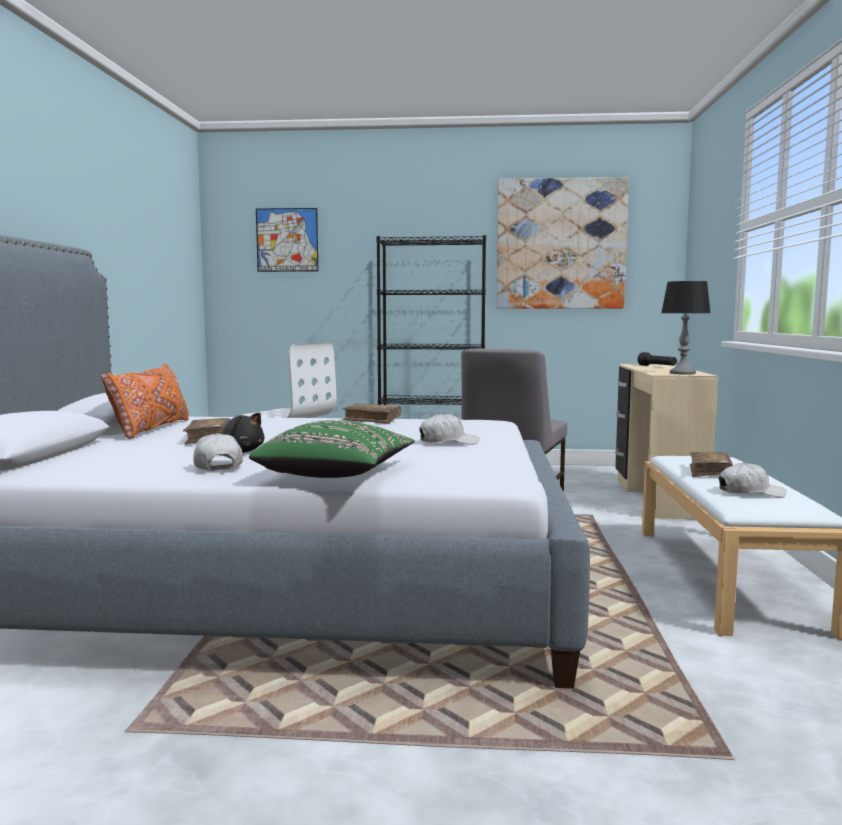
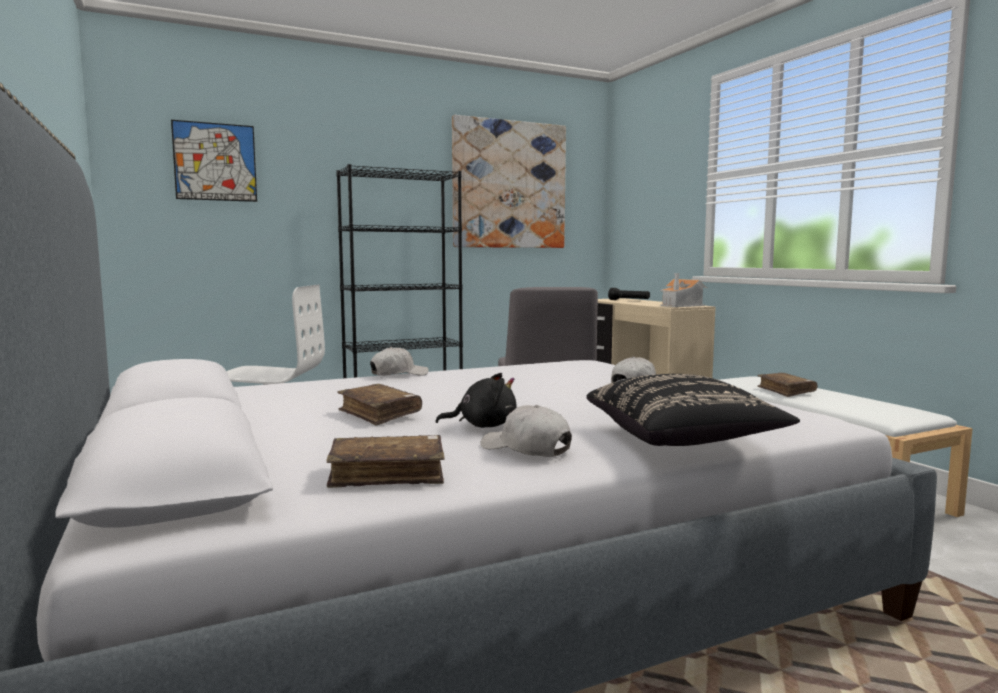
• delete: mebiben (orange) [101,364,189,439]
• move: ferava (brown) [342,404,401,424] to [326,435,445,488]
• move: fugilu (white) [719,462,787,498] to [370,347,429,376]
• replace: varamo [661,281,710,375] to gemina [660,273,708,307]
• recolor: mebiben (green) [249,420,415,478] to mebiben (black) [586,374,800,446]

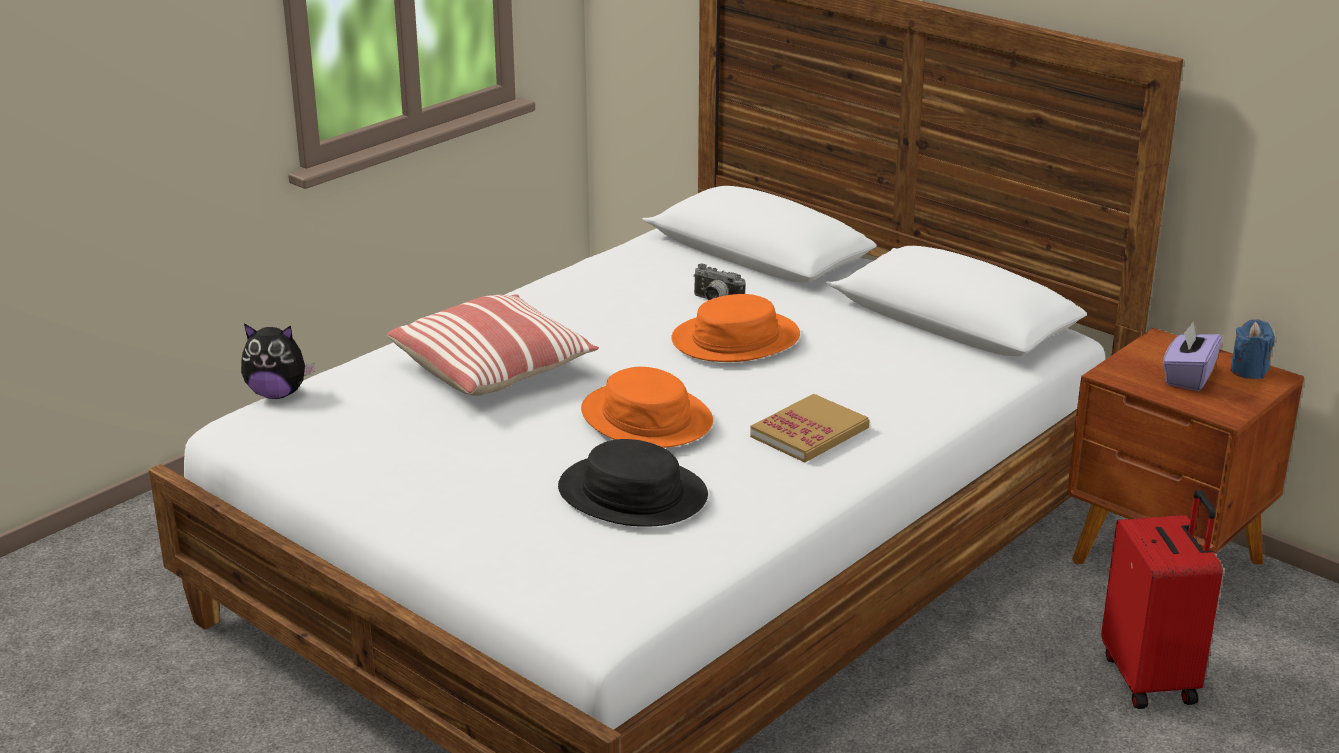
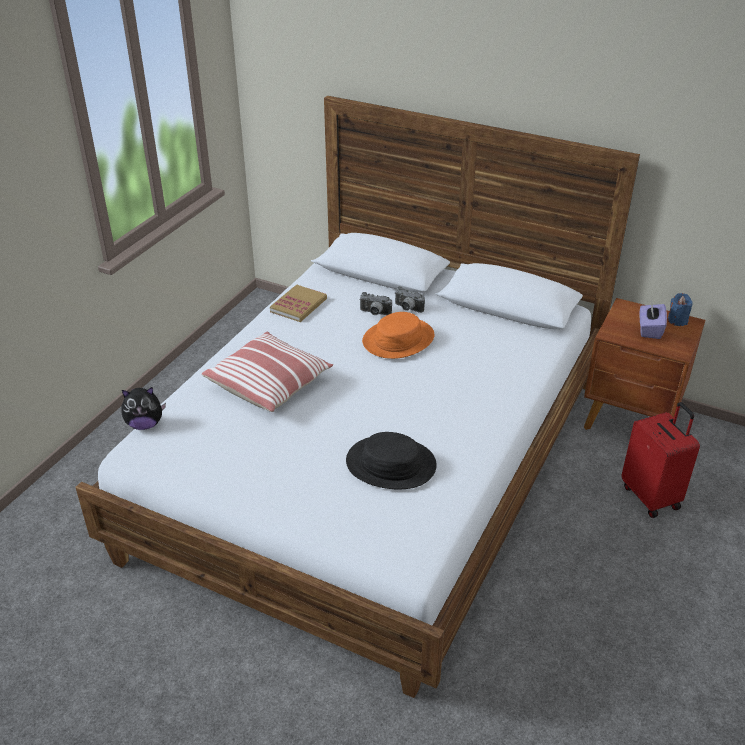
• delete: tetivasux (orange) [581,367,713,448]
• insert: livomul [394,286,425,313]
• move: ferava [750,394,869,463] to [270,285,327,322]

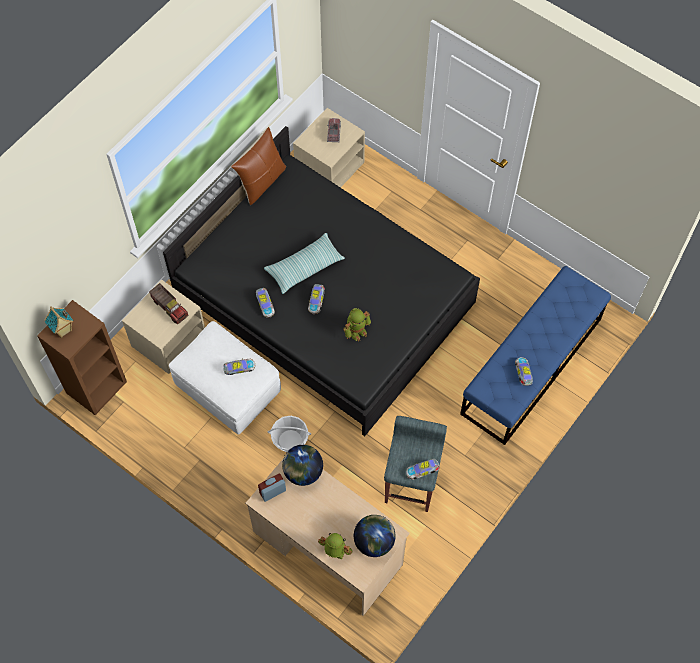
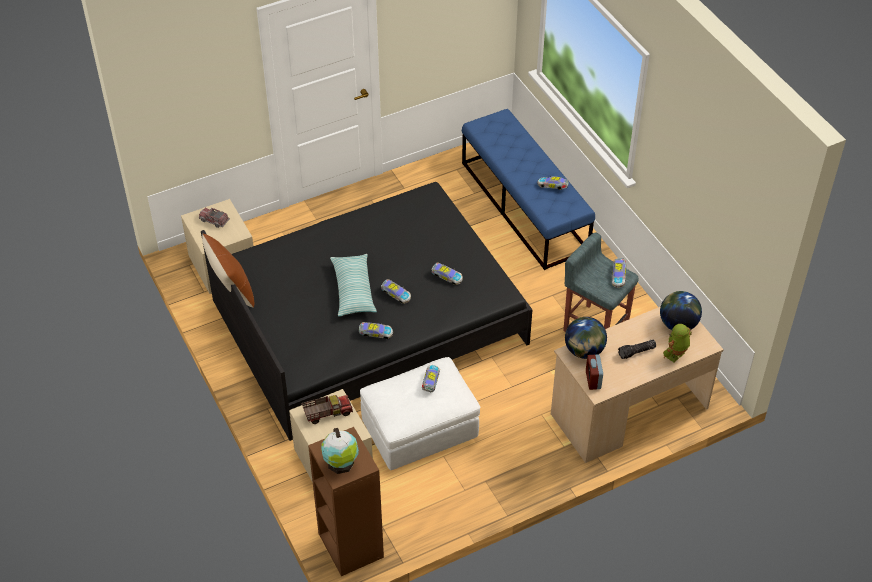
• delete: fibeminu [268,416,311,452]
• insert: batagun [618,340,656,359]
• replace: gemina [45,306,74,338] to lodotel [321,428,359,474]
• replace: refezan [343,308,371,341] to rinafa [431,263,463,285]

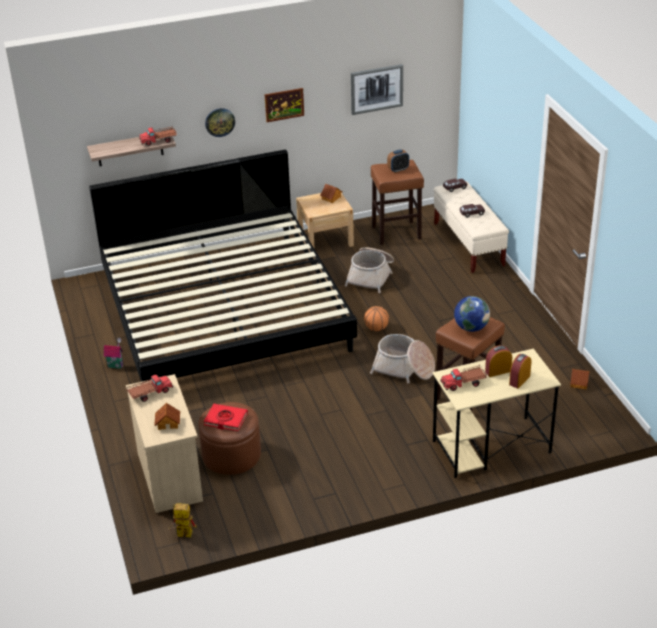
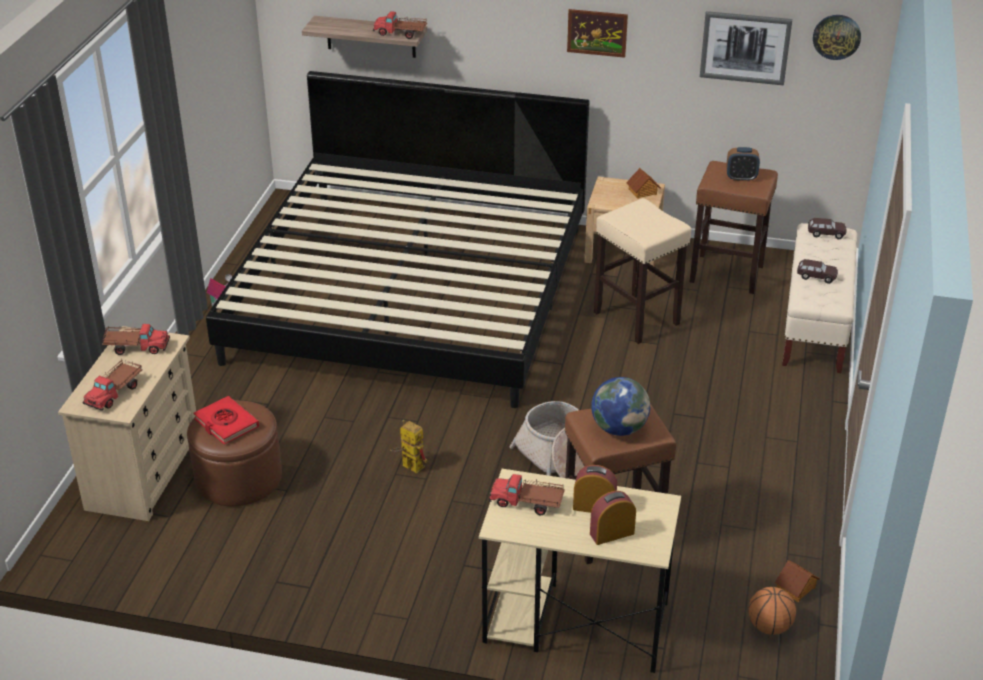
• move: refezan [168,503,197,538] to [390,420,428,474]
• move: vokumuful [205,108,235,137] to [813,15,861,60]
• move: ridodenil [364,306,389,331] to [748,587,796,635]
• replace: gemina [154,402,180,430] to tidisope [82,359,142,411]
• replace: fibeminu [345,247,394,293] to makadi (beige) [594,198,691,344]

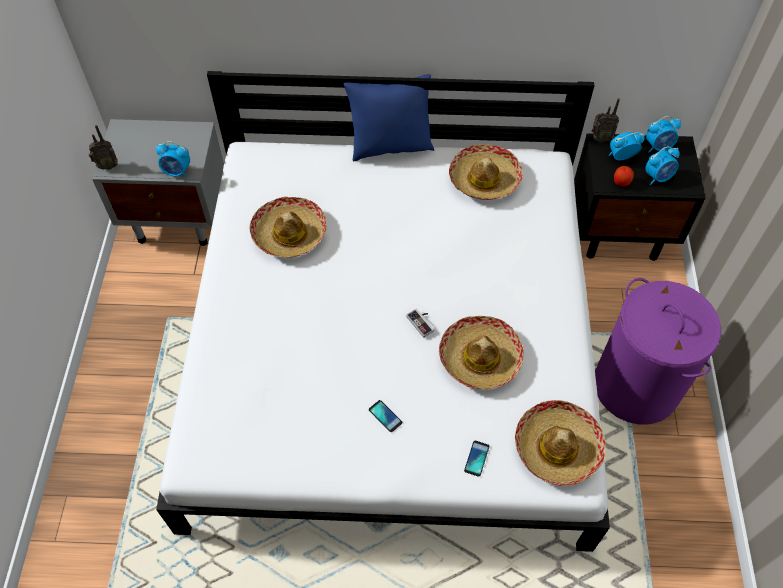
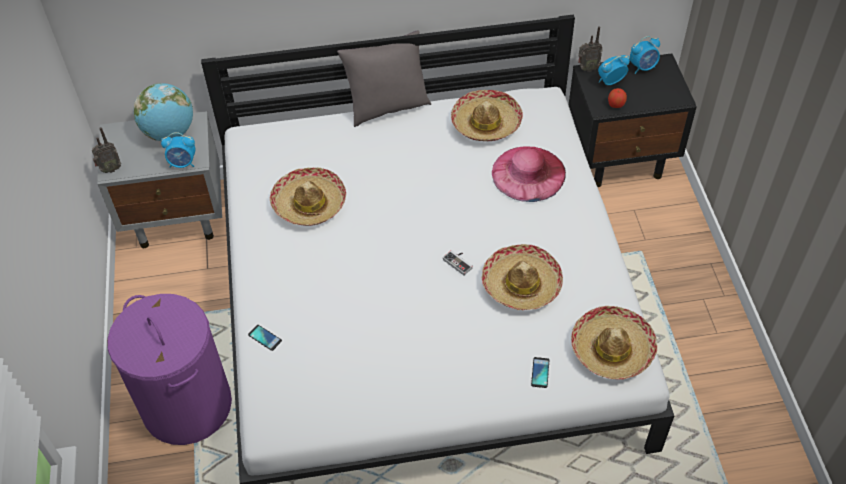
• delete: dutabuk [645,147,680,185]
• insert: lodotel [134,83,193,141]
• insert: tetivasux (pink) [492,146,566,202]
• move: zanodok [369,400,402,432] to [248,325,282,351]
• move: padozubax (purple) [595,278,721,425] to [107,294,232,445]
• recolor: mebiben (blue) [343,74,434,161] to mebiben (grey) [337,30,431,127]

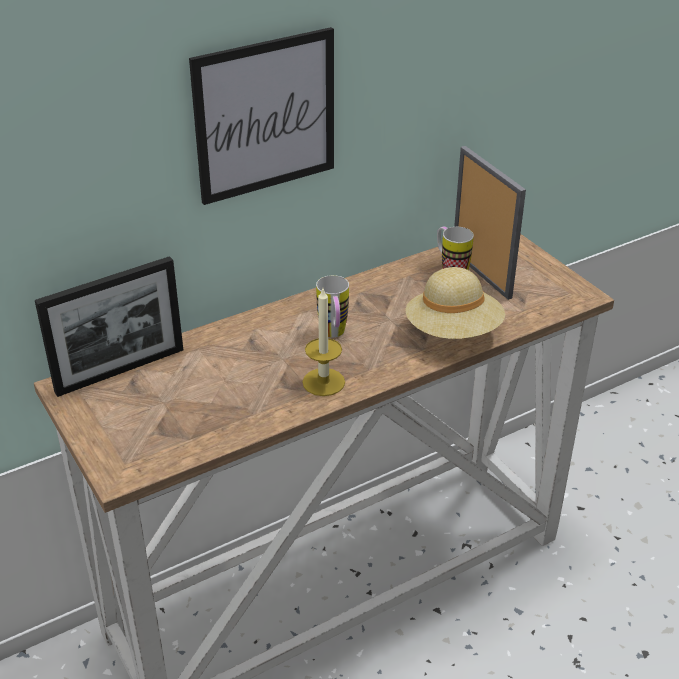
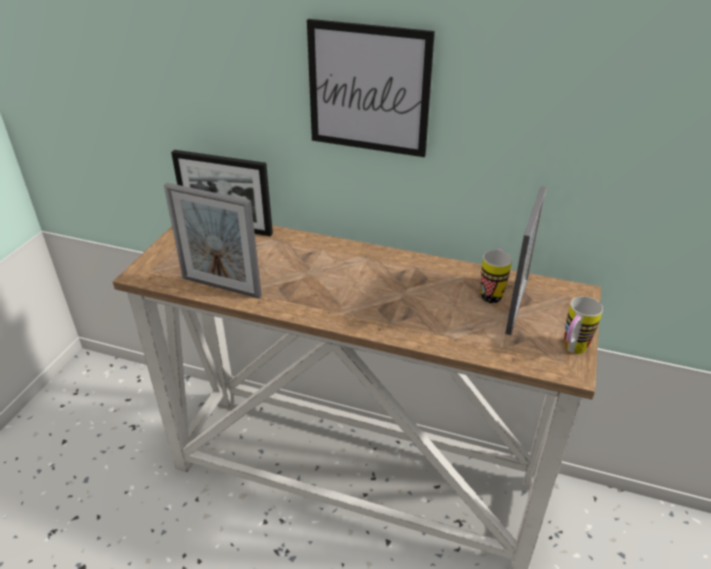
• delete: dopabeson [302,289,345,396]
• delete: tetivasux (beige) [405,267,505,339]
• insert: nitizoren [164,183,262,298]
• move: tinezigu [316,275,349,338] to [564,296,603,354]

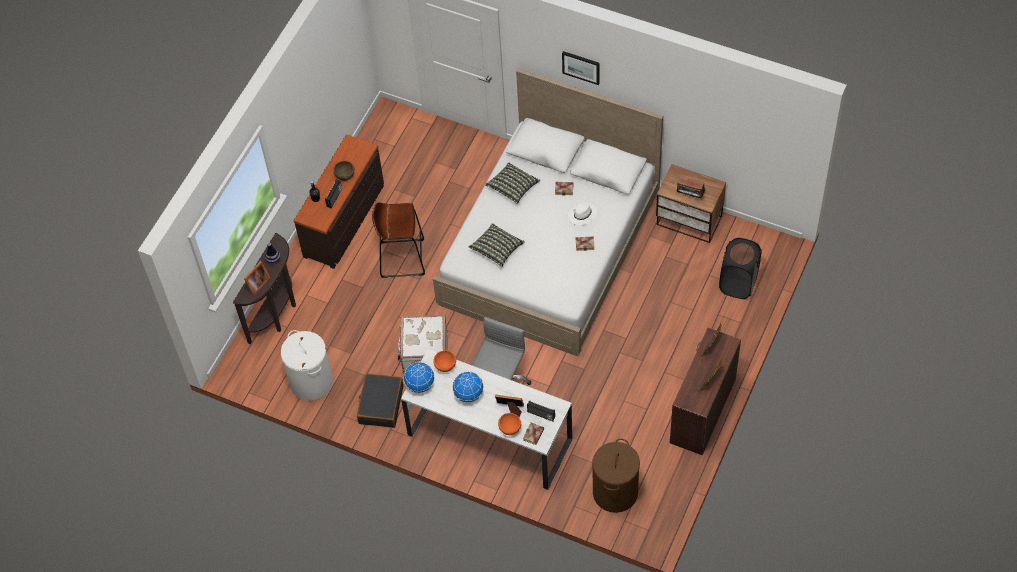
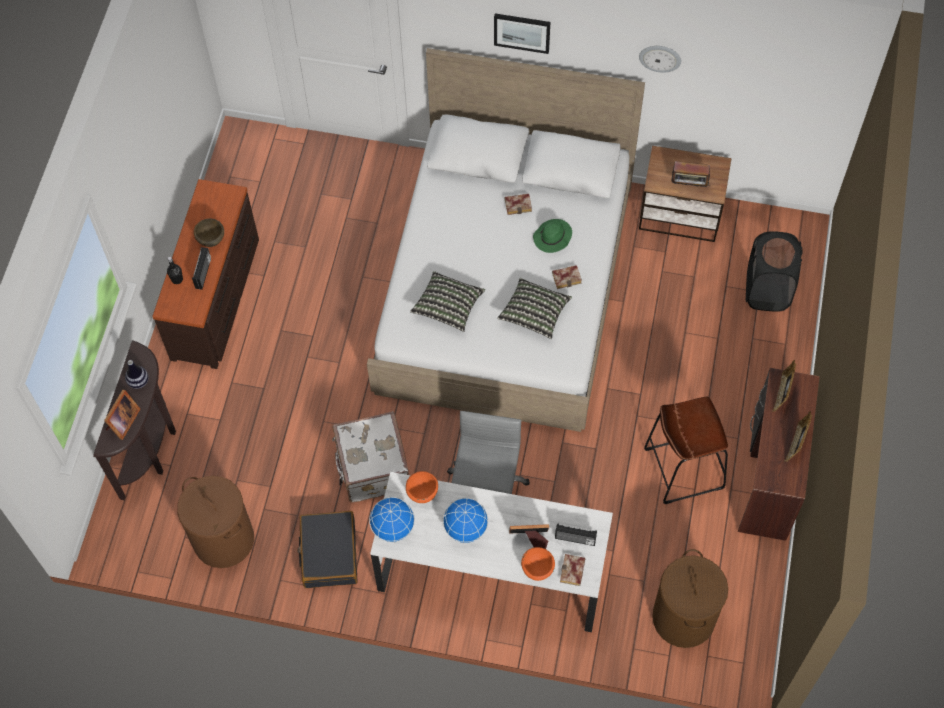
• insert: vokumuful [639,46,681,73]
• move: makadi (brown) [372,202,425,278] to [644,397,728,504]
• move: mebiben [485,162,540,204] to [497,278,572,339]
• recolor: padozubax (white) [281,330,333,401] to padozubax (brown) [177,476,254,568]
• recolor: tetivasux (white) [568,203,597,225] to tetivasux (green) [533,219,572,253]

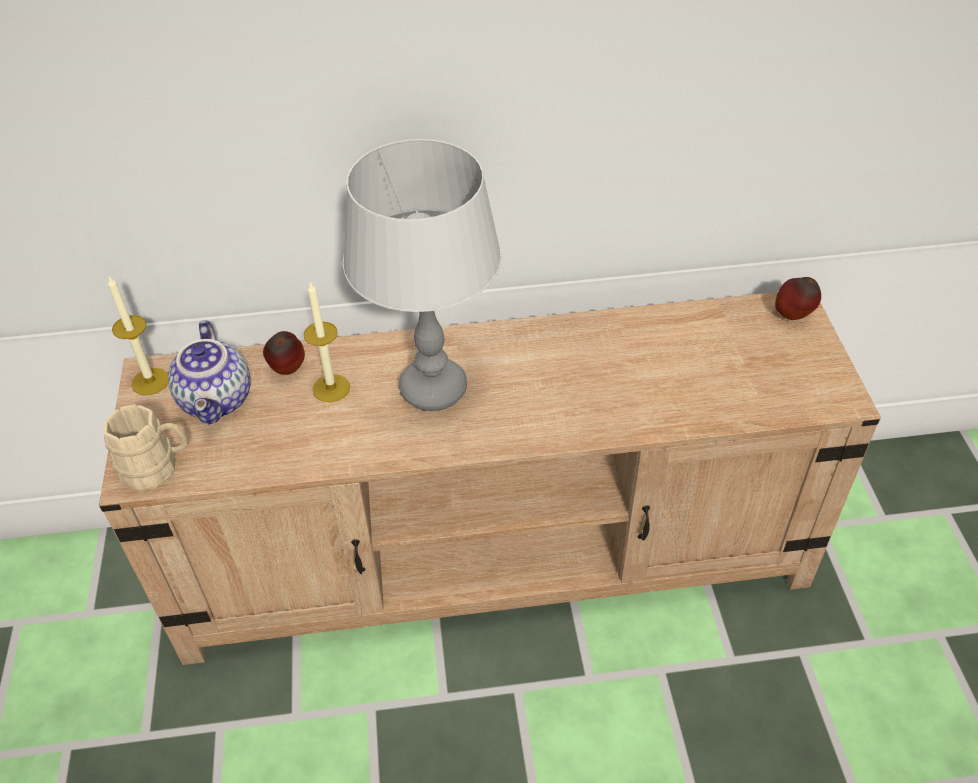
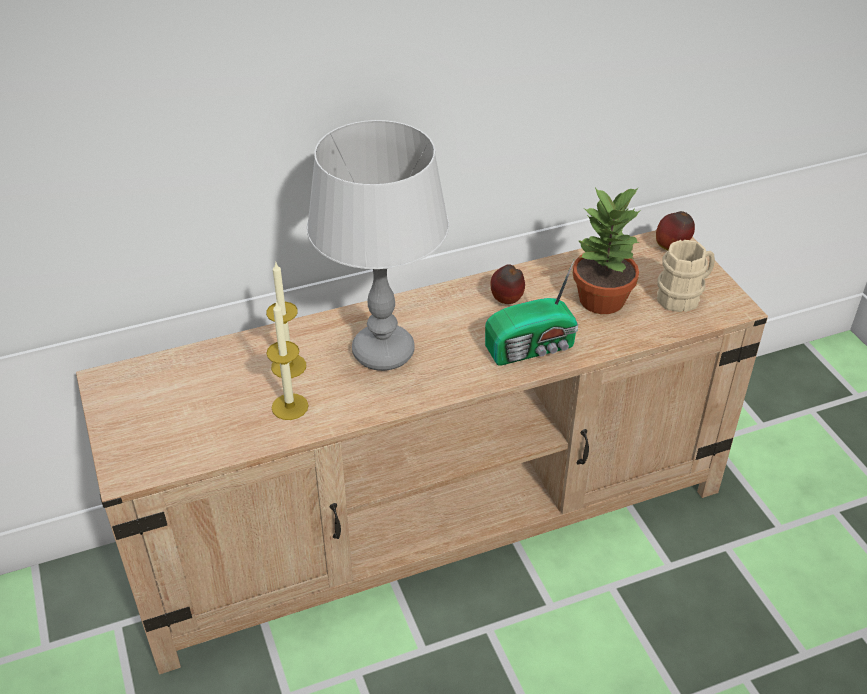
• delete: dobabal [168,320,250,425]
• insert: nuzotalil [485,259,578,366]
• insert: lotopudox [573,187,641,314]
• move: tinezigu (beige) [104,404,188,491] to [657,240,715,312]
• move: dopabeson [108,276,168,395] to [266,301,309,420]
• move: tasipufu [263,331,305,375] to [491,264,525,304]

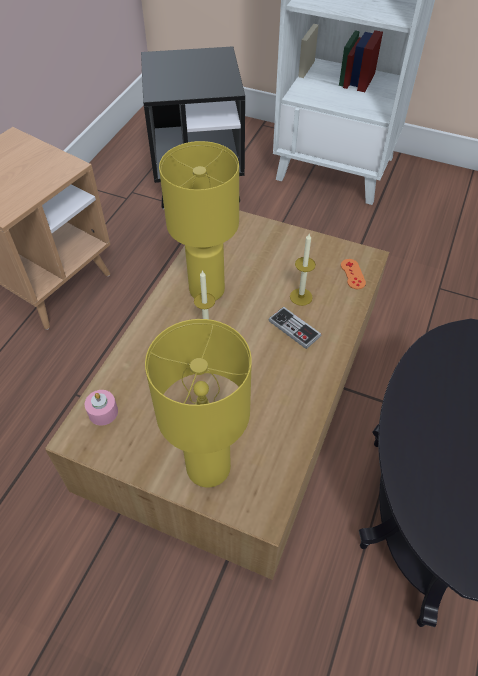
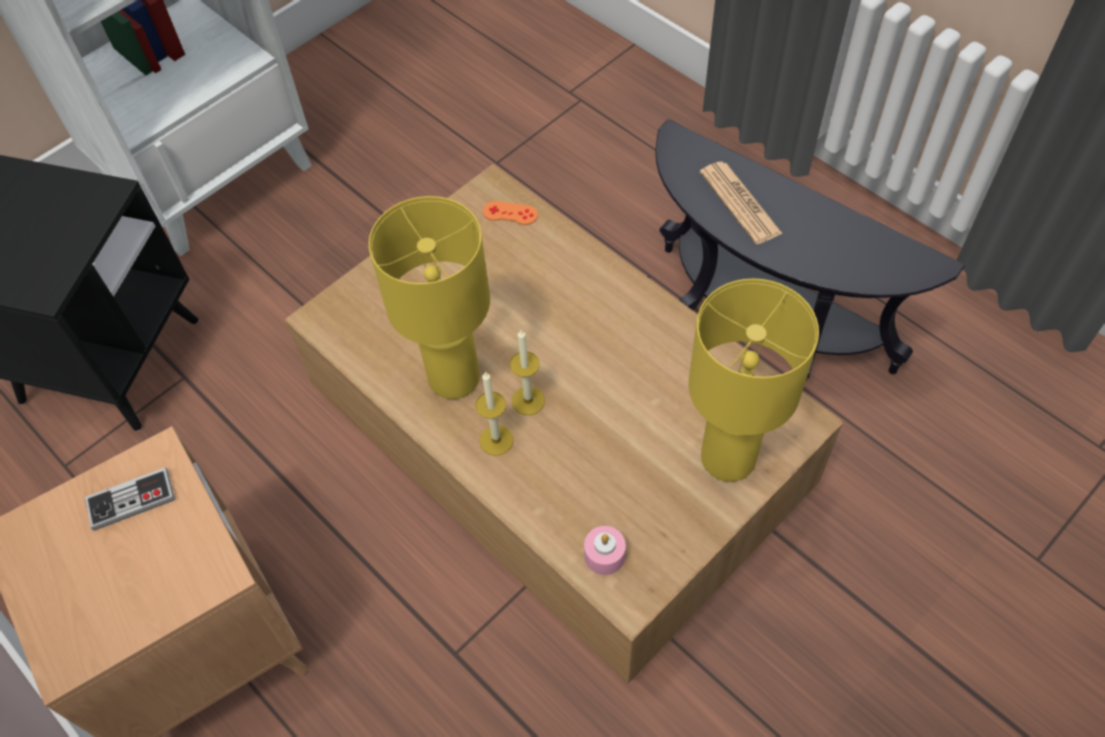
• insert: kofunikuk [700,162,783,244]
• move: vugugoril [269,307,321,349] to [85,468,175,531]
• move: dopabeson [290,234,316,306] to [475,371,514,456]

